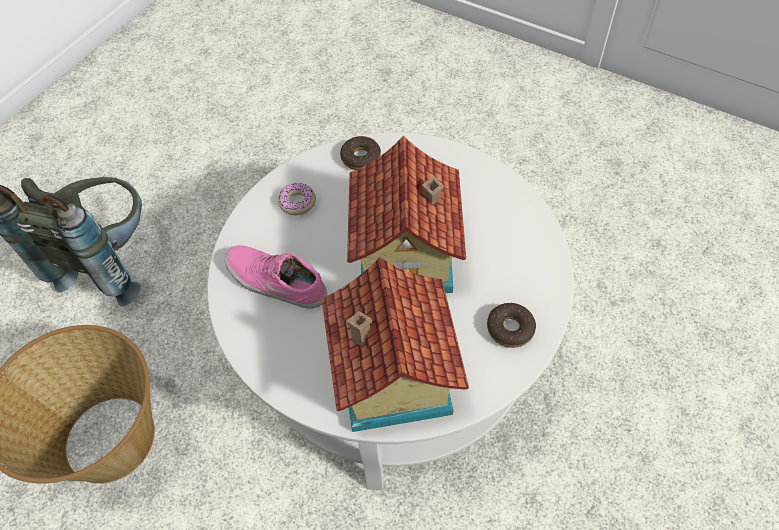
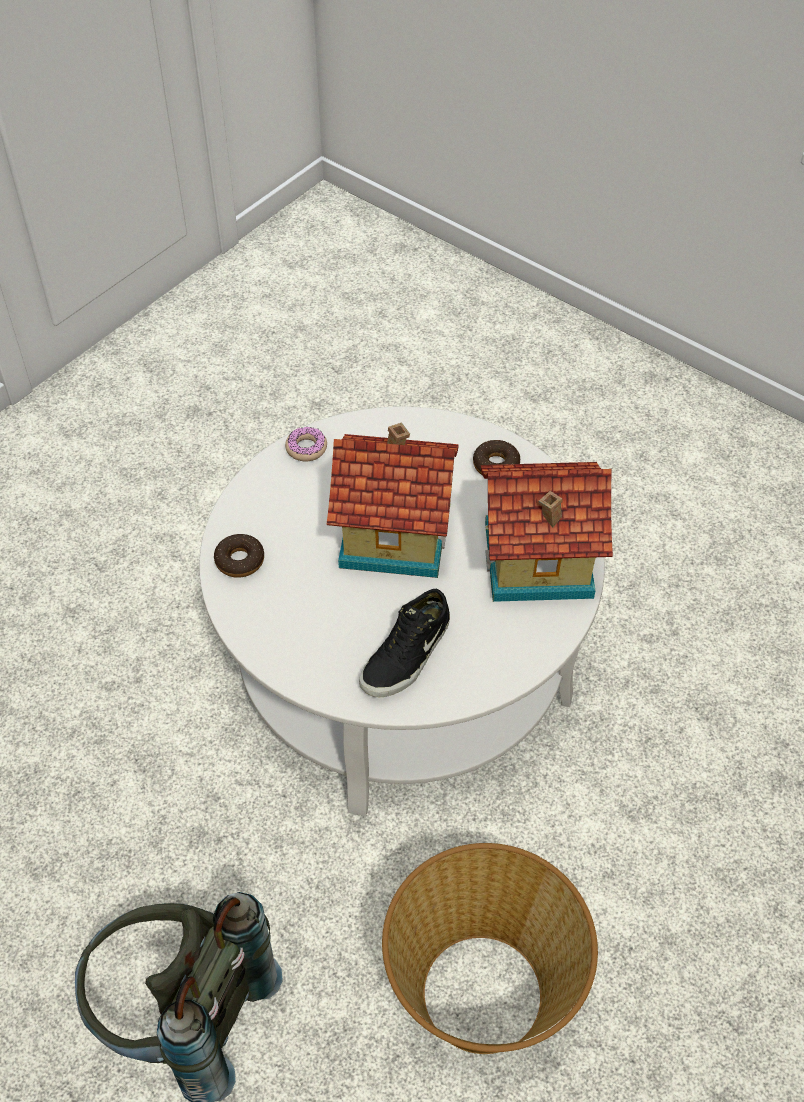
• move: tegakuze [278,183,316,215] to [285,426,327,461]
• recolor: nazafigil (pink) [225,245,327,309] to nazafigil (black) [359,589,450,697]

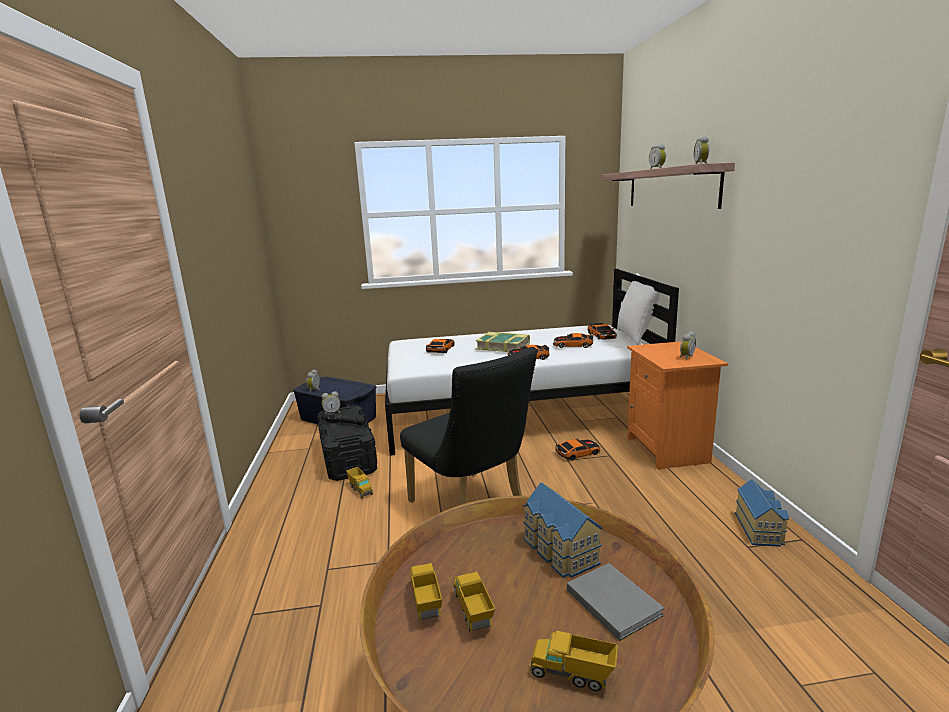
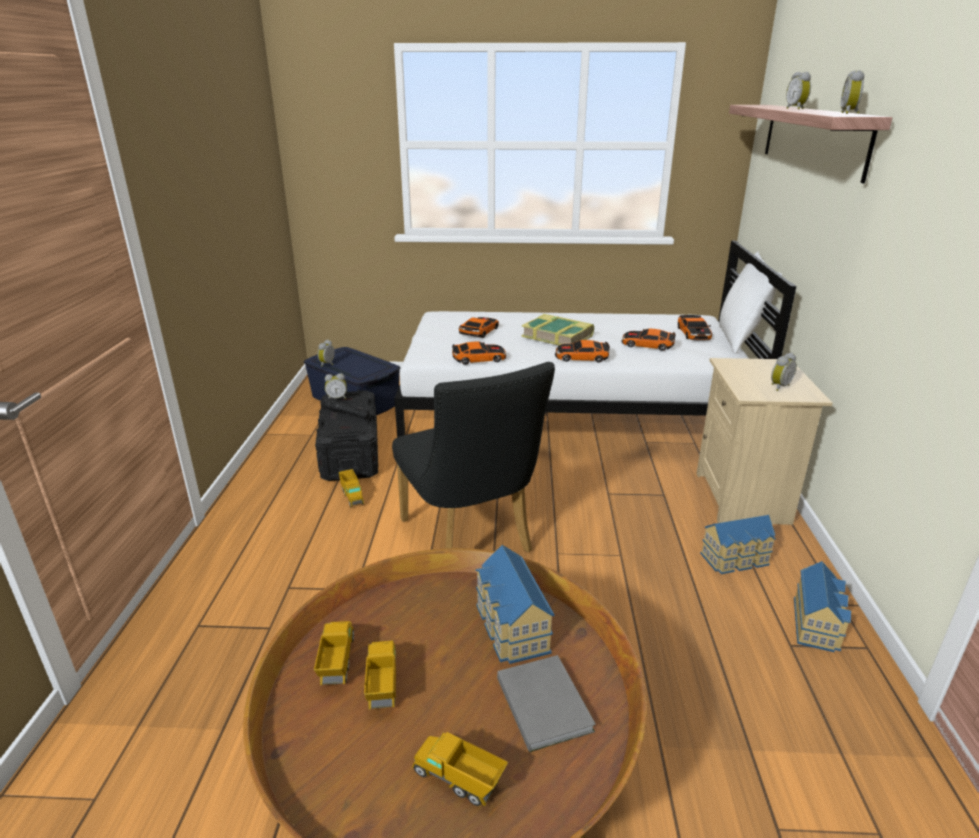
• insert: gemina [700,515,776,574]
• move: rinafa [555,439,600,461] to [452,341,506,365]
• recolor: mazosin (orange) [627,341,728,470] to mazosin (beige) [696,358,833,525]

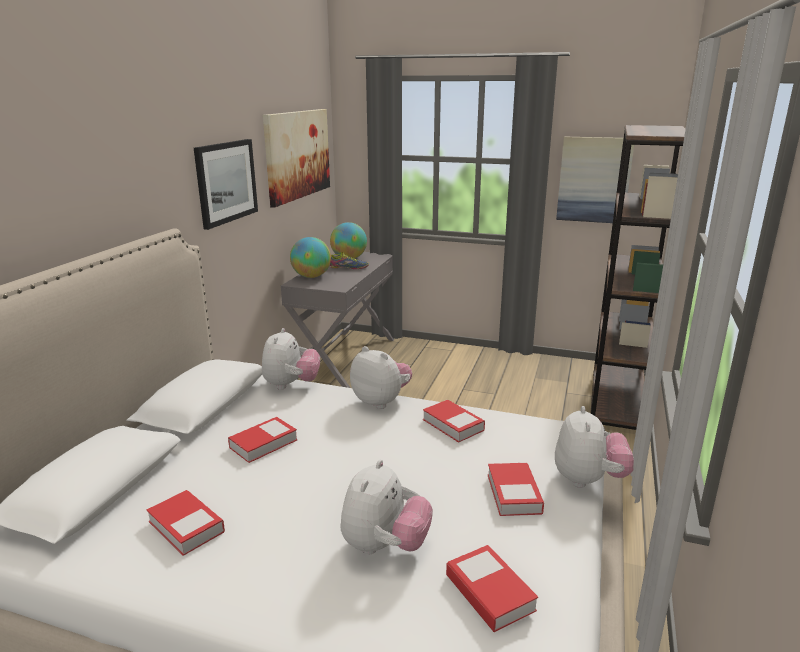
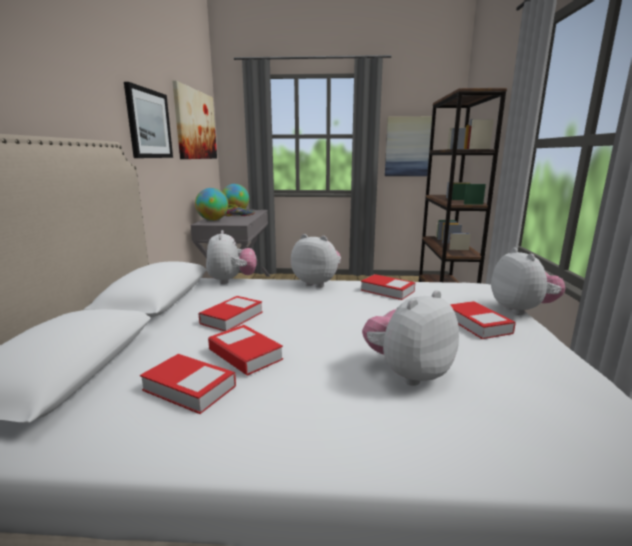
• move: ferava [446,545,538,632] to [208,325,283,376]
• rotate: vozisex [341,460,433,554] = [362,290,459,386] 135 degrees counterclockwise

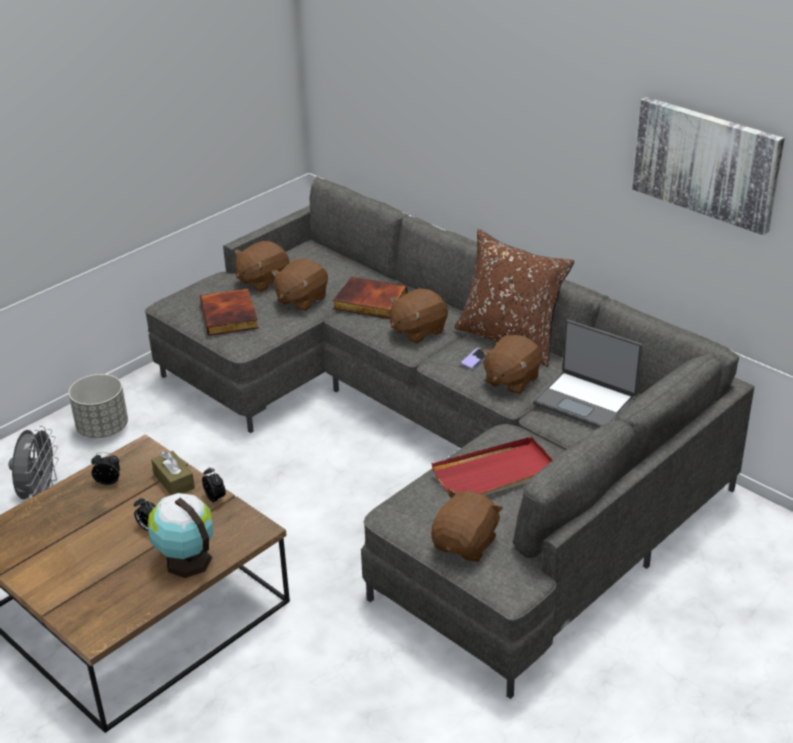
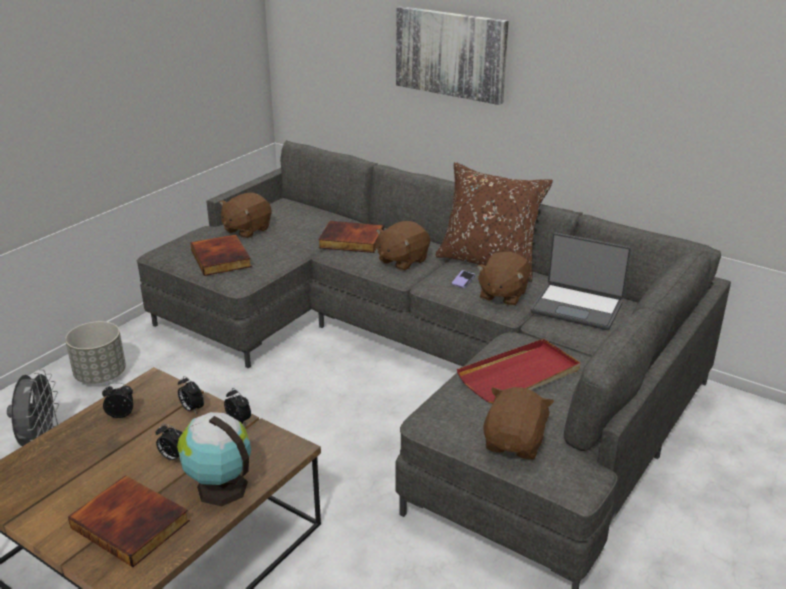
• delete: vozisex (brown) [272,259,328,311]
• insert: ferava [68,475,190,567]
• move: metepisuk [632,97,785,235] to [396,6,509,105]
• replace: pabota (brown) [151,451,195,495] to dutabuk [178,376,204,414]

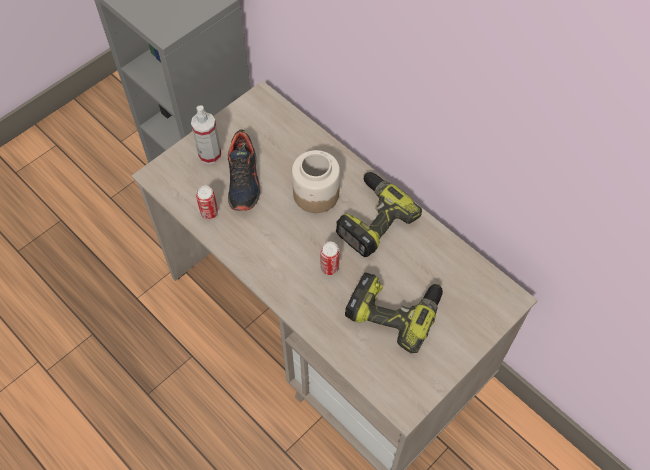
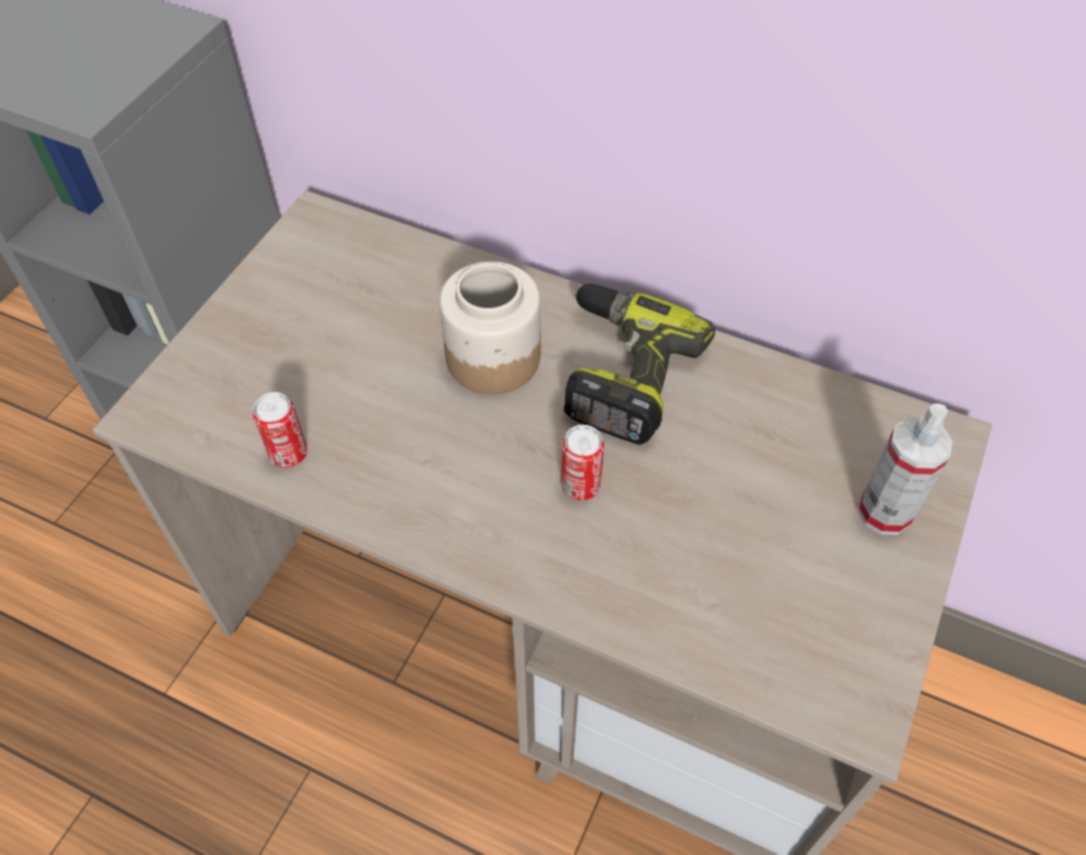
• delete: nazafigil [228,129,261,211]
• delete: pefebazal [345,272,443,353]
• move: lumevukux [191,105,221,164] to [858,404,953,535]

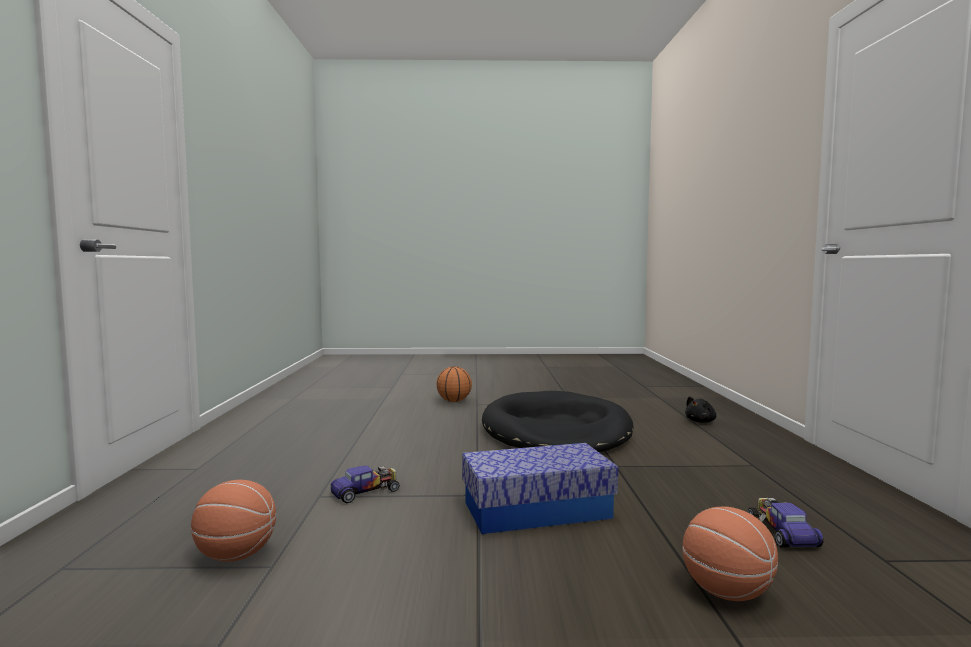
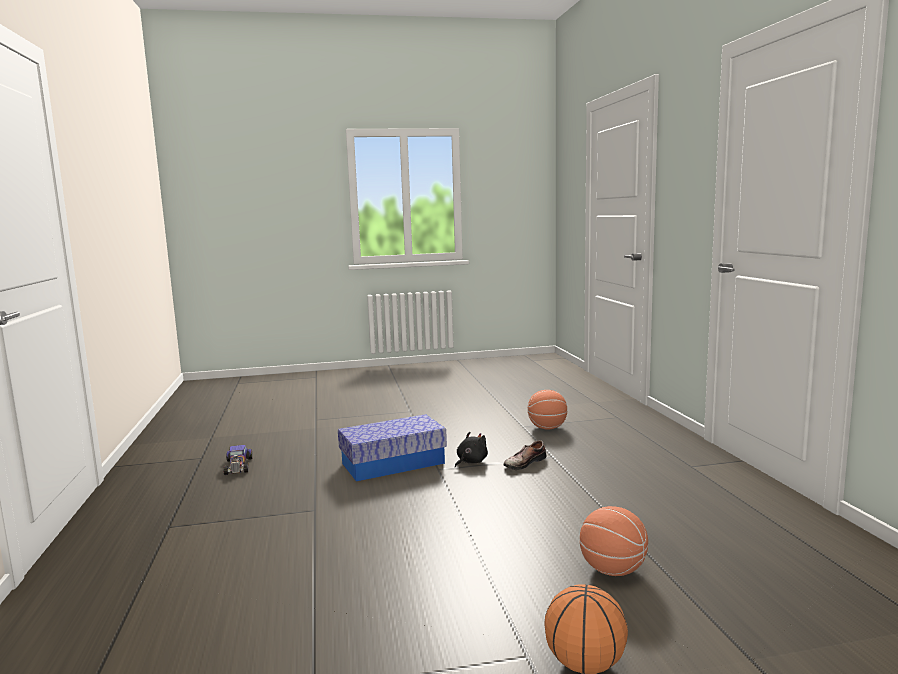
• delete: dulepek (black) [482,391,634,452]
• move: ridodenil [683,507,778,601] to [580,506,648,576]
• move: vozisex (black) [685,397,716,423] to [455,432,488,468]
• replace: rinafa [331,466,400,503] to nazafigil [504,440,546,470]

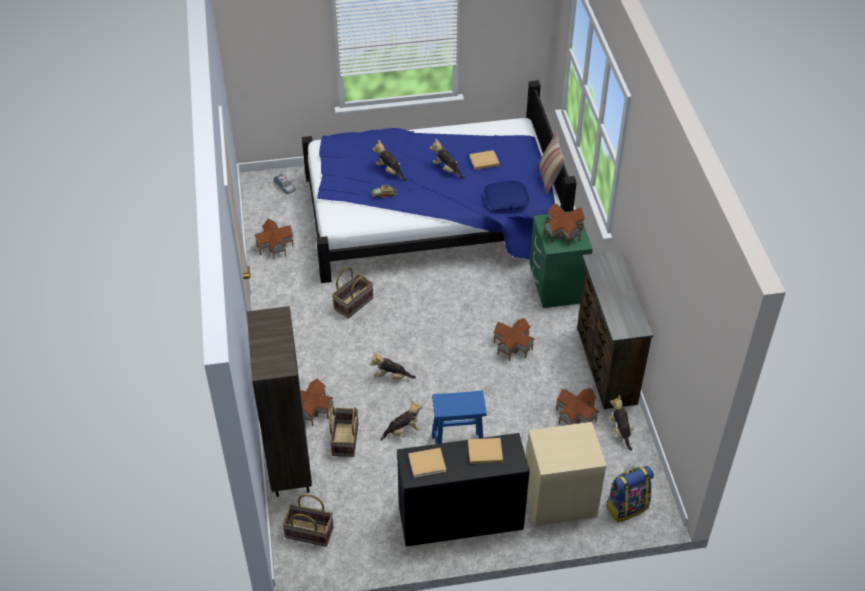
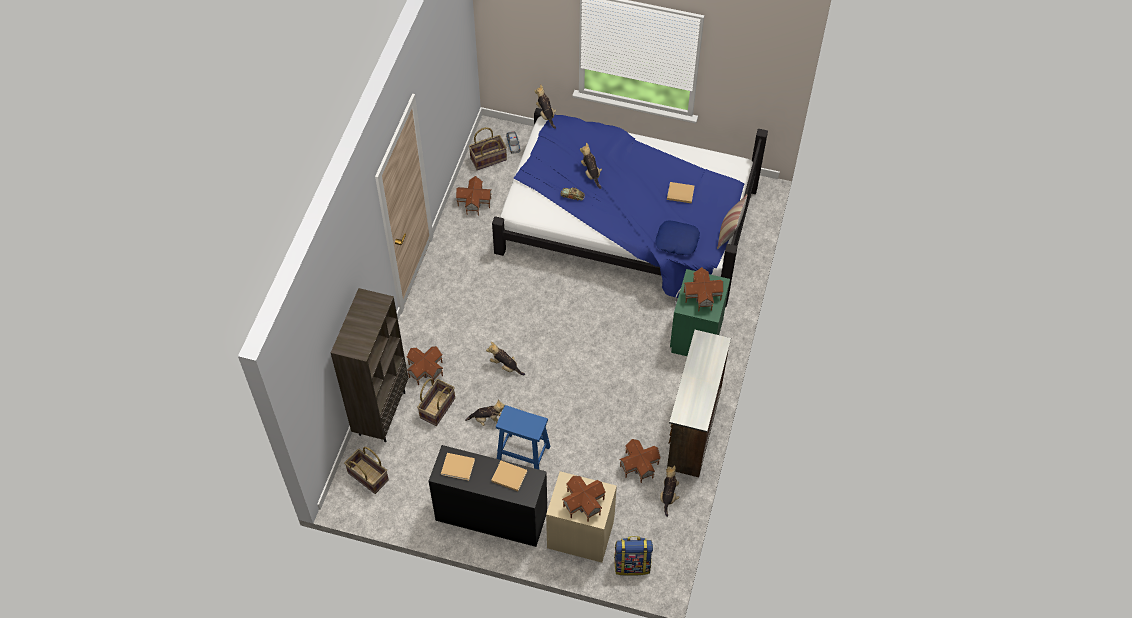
• move: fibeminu [332,267,373,319] to [469,127,507,170]
• move: vozisex [430,138,465,179] to [535,84,556,129]
• move: gemina [493,318,535,361] to [562,476,606,522]

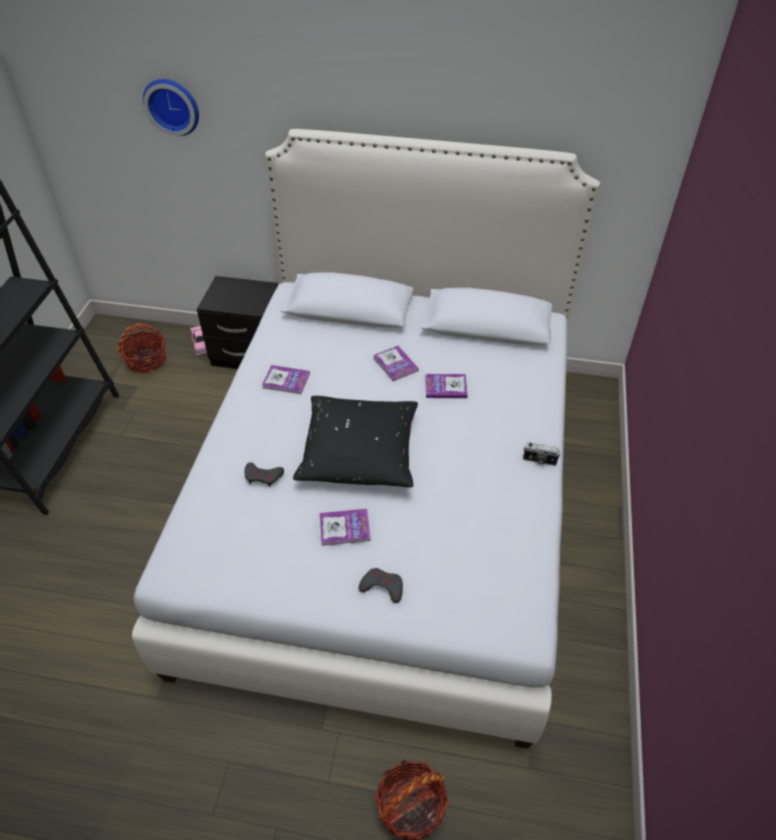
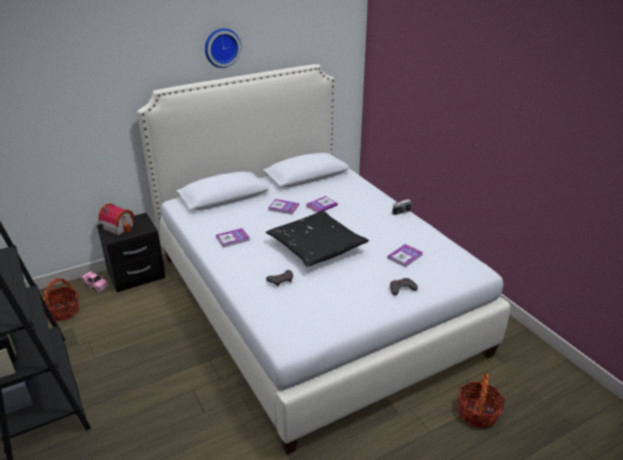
• insert: gemina [98,203,135,235]
• move: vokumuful [143,79,199,136] to [205,28,241,68]
• move: ferava [320,509,371,546] to [388,244,423,267]

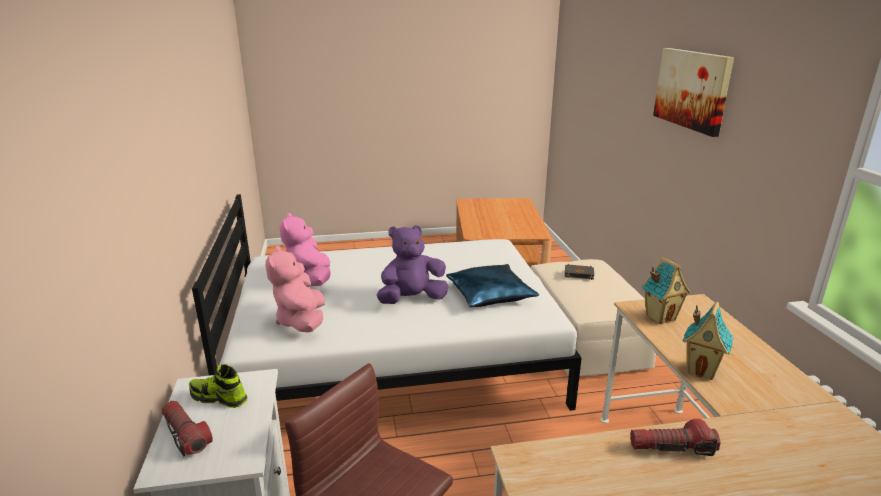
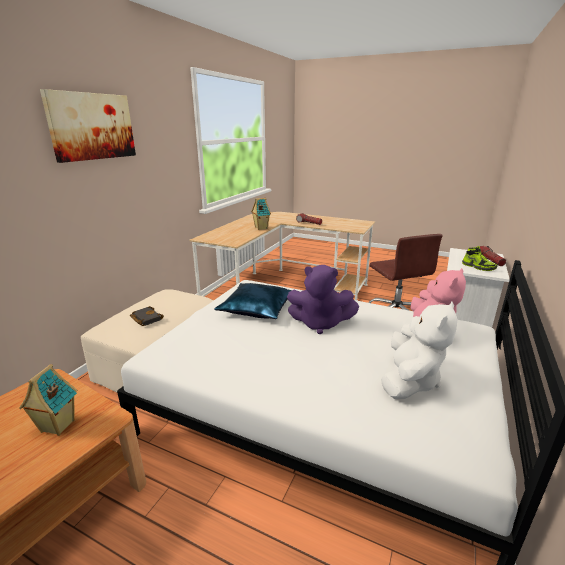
• move: gemina [642,257,691,324] to [19,364,77,436]
• recolor: vozisex (pink) [280,213,331,286] to vozisex (white) [381,302,457,399]

